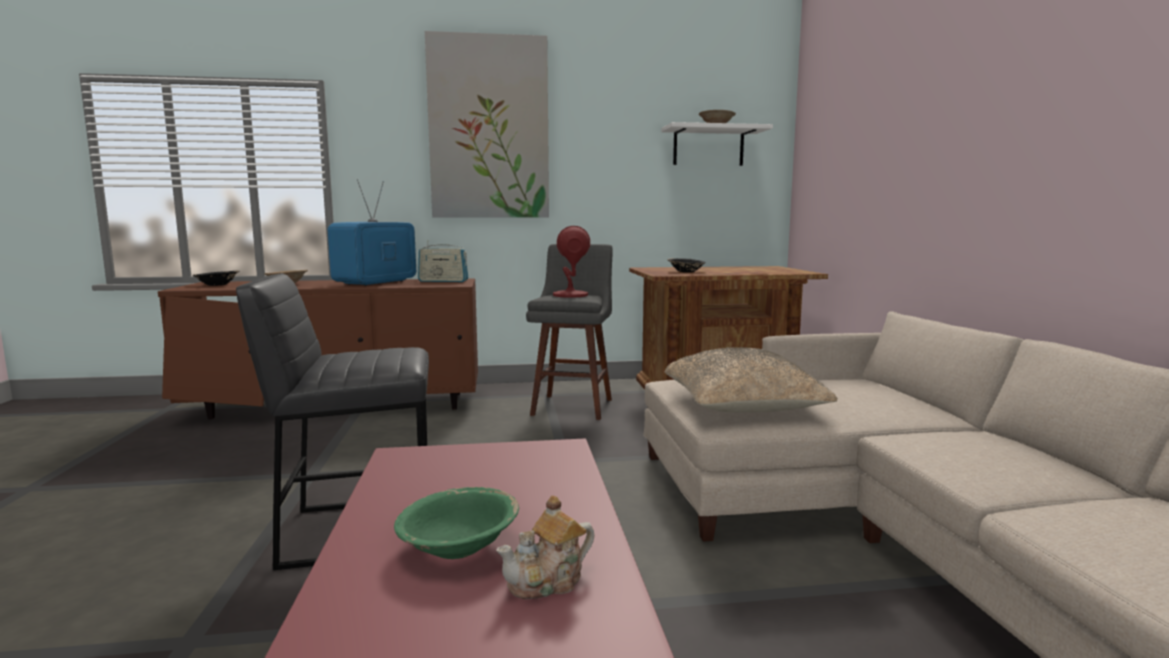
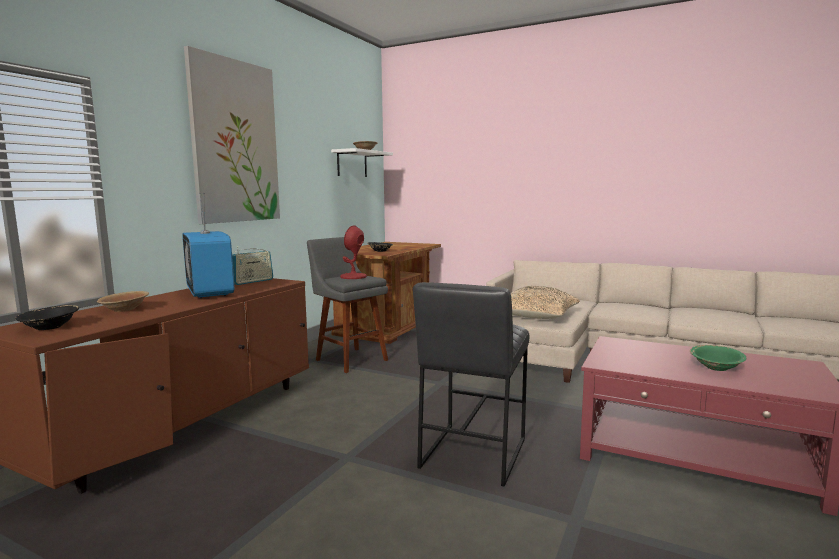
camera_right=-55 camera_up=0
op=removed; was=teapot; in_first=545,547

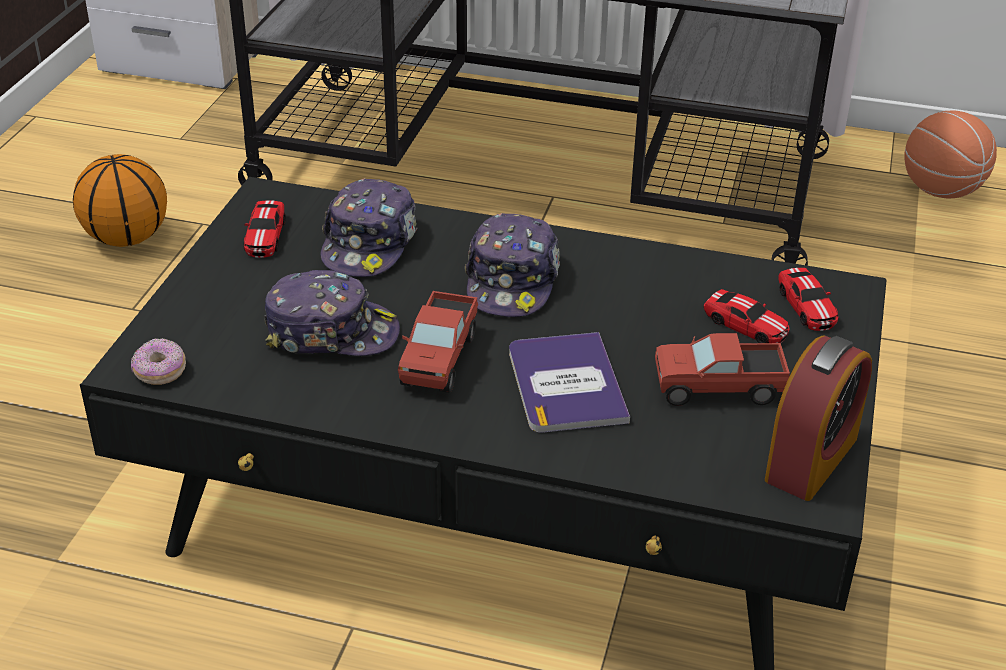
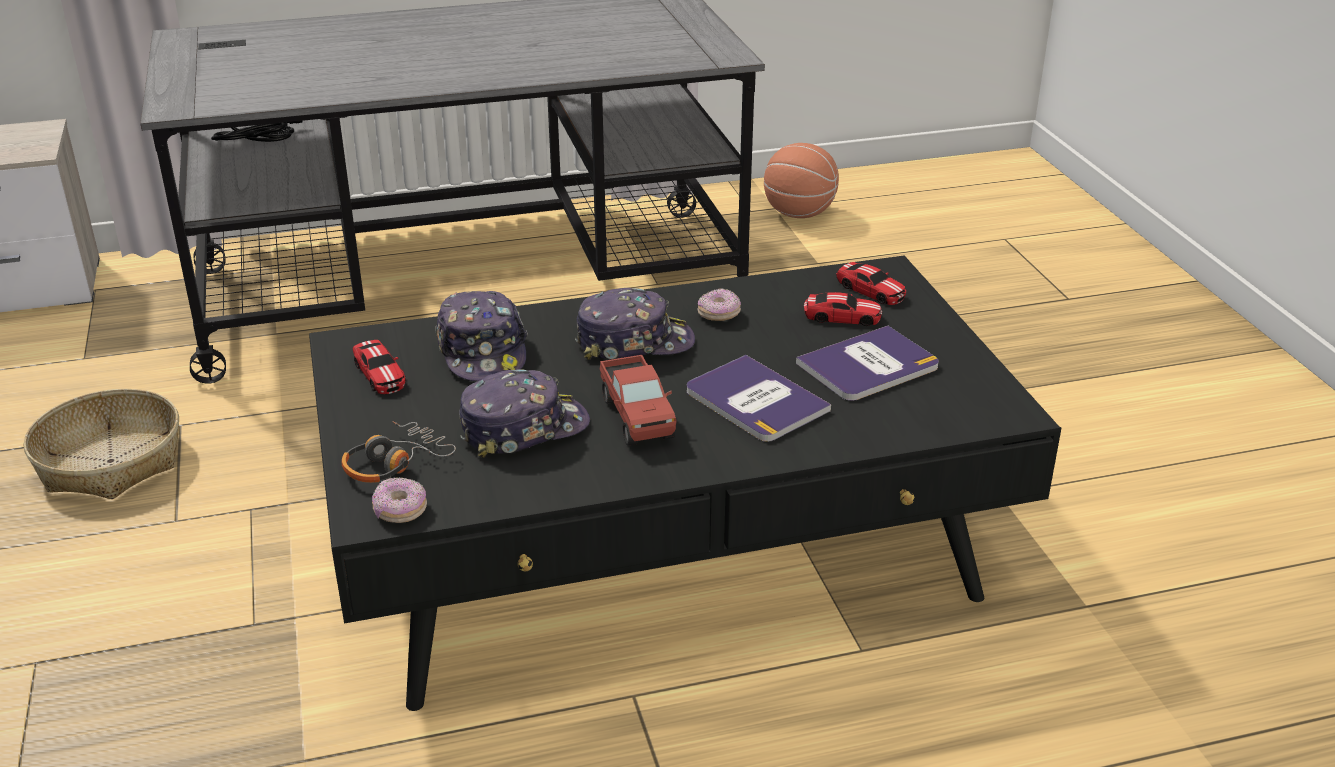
camera_right=-30 camera_up=-5
op=replaced; was=basketball; now=basket; in_first=120,200; in_second=101,444
op=added; now=headphones; in_second=399,452
op=turned; was=cap; in_first=512,265; in_second=635,324; clockwise=-75
op=added; now=donut; in_second=719,304
op=replaced; was=toy_truck; now=book; in_first=722,369; in_second=867,363
op=removed; was=alarm_clock; in_first=818,418

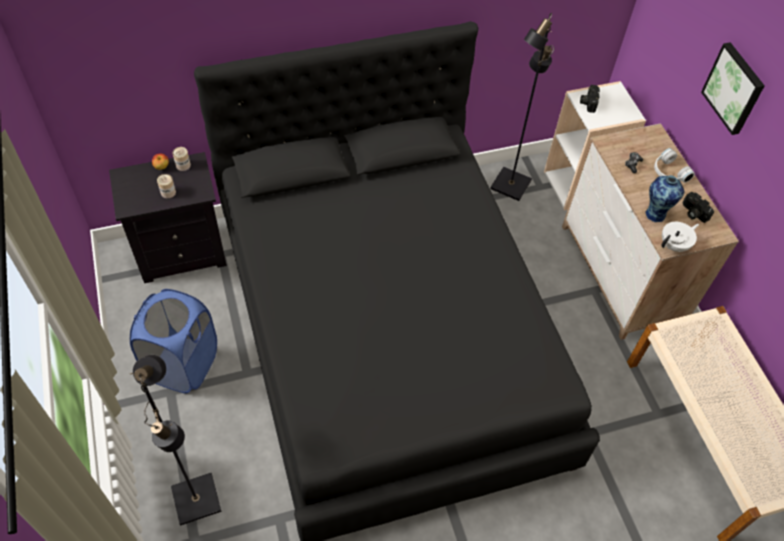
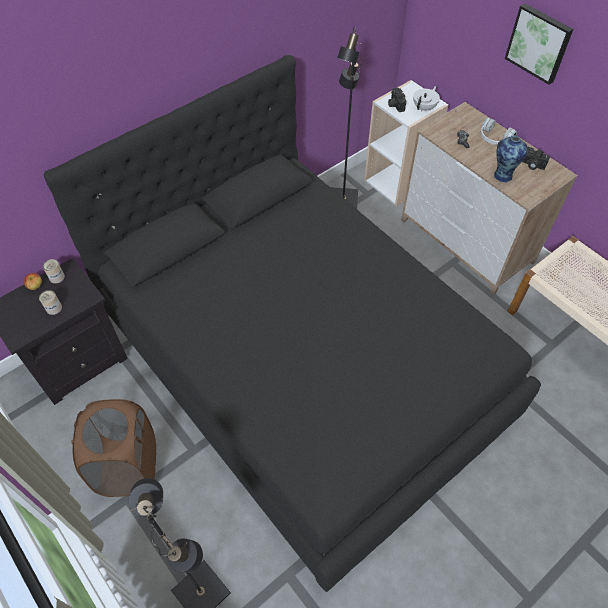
camera_right=-20 camera_up=0
op=recoloured; was=blue_laundry_basket; now=brown_laundry_basket; in_first=173,341; in_second=113,448
op=moved; was=white_teapot; in_first=680,237; in_second=426,99

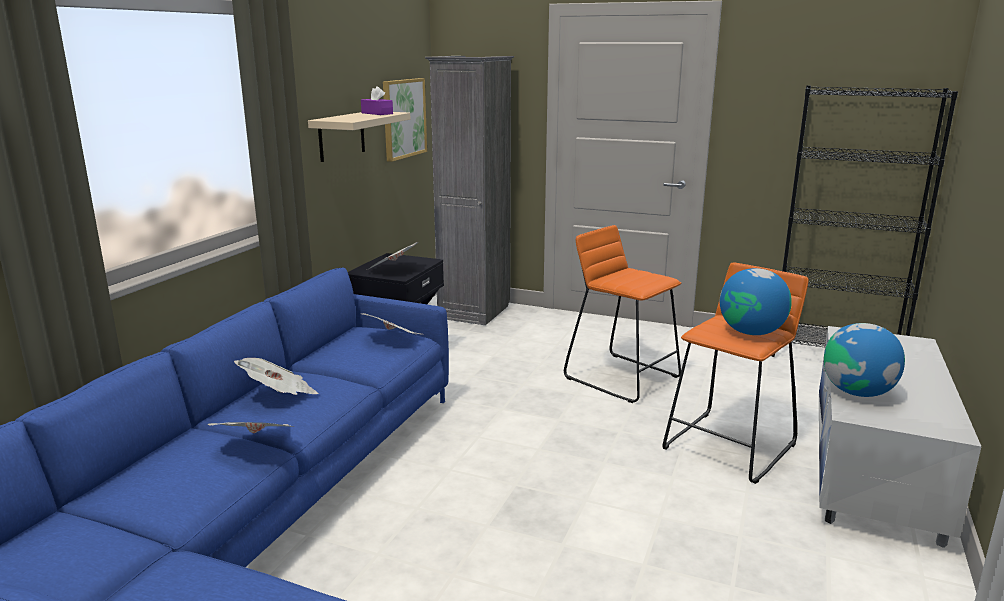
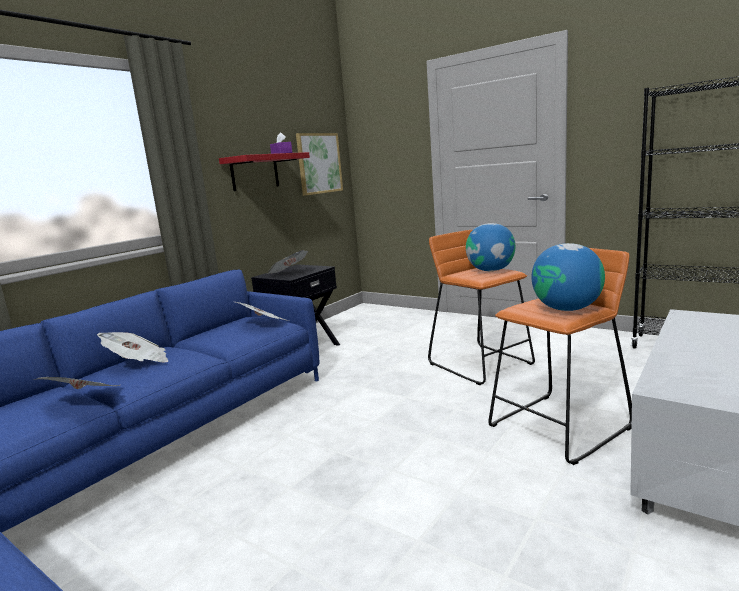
camera_right=15 camera_up=-5
op=recoloured; was=beige_shelf; now=red_shelf; in_first=359,137; in_second=264,171
op=moved; was=globe; in_first=864,360; in_second=490,247
op=removed; was=grey_cabinet; in_first=469,190

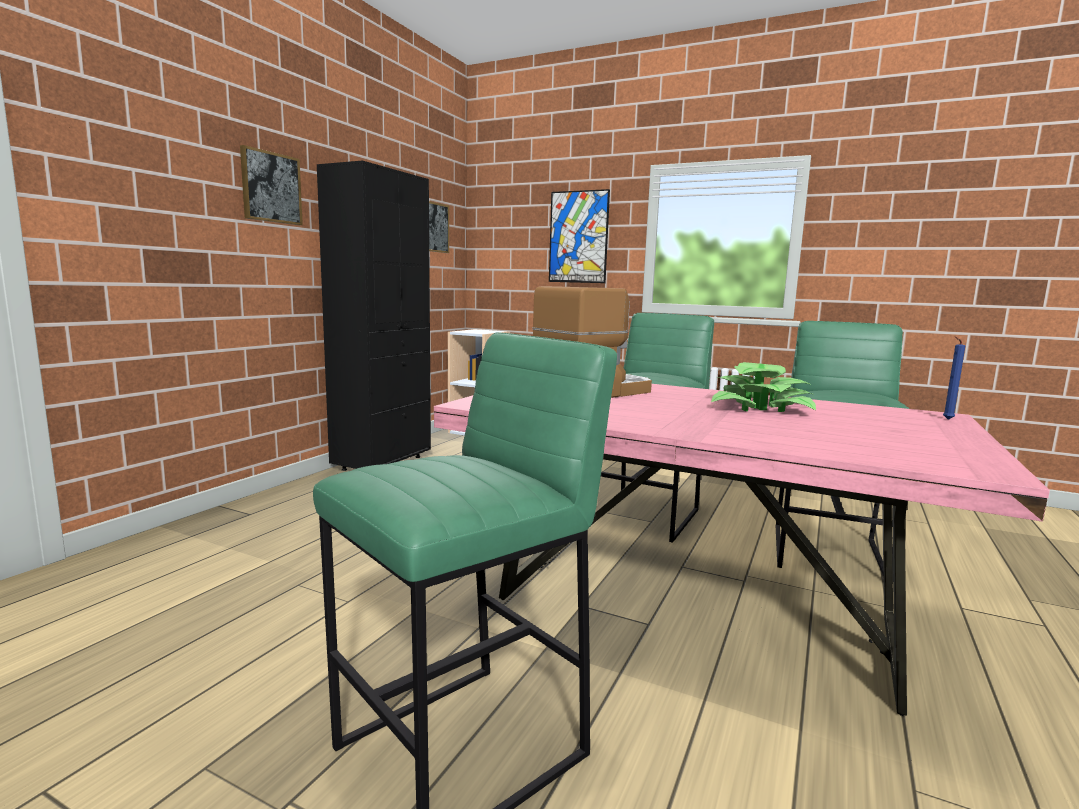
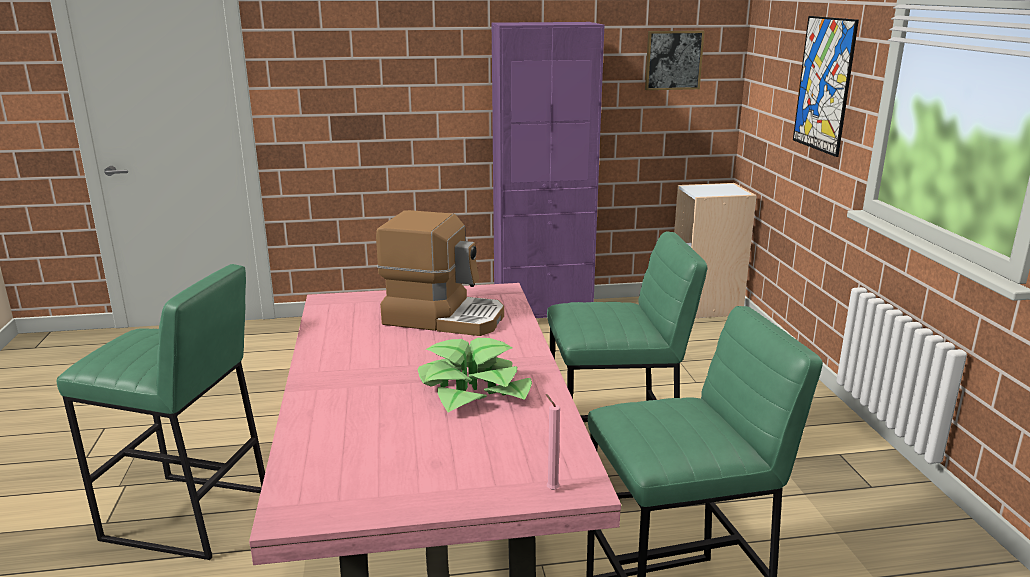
camera_right=55 camera_up=10
op=recoloured; was=black_cabinet; now=purple_cabinet; in_first=374,315; in_second=548,170
op=recoloured; was=blue_candle; now=pink_candle; in_first=954,378; in_second=553,442
op=removed; was=picture; in_first=271,185

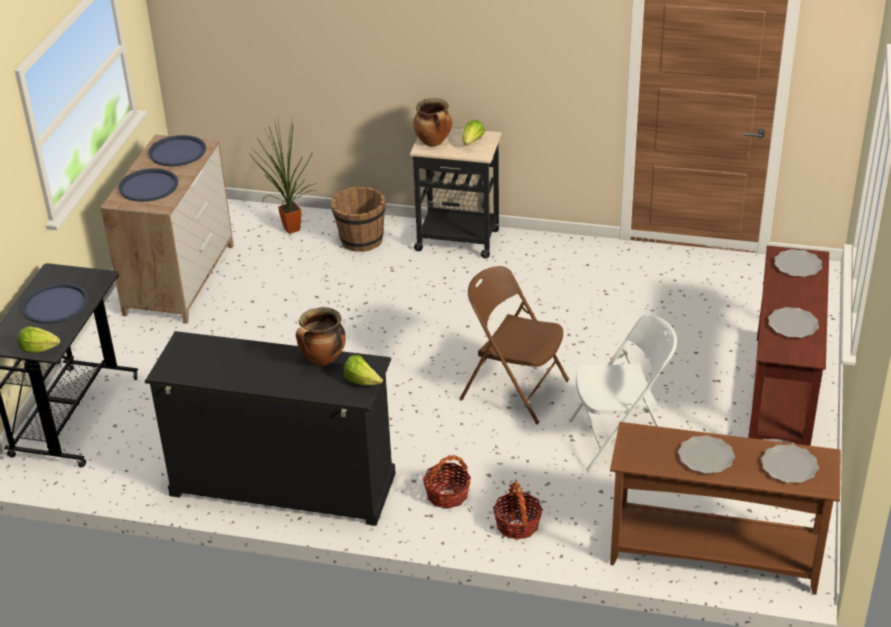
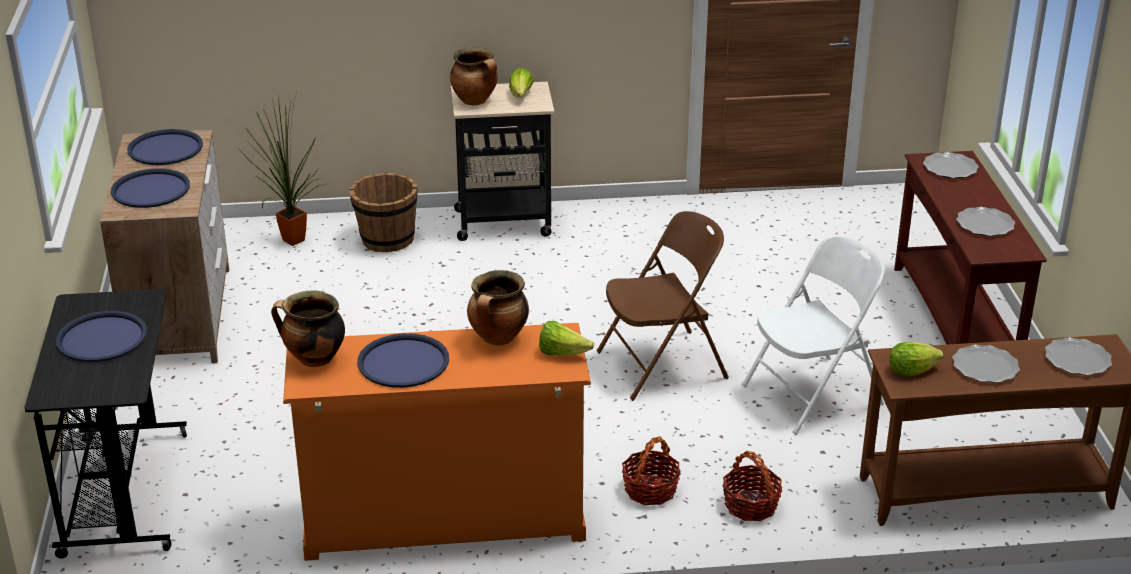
camera_right=-20 camera_up=-5
op=added; now=cooking_pot; in_second=308,329
op=recoloured; was=black_cabinet; now=orange_cabinet; in_first=270,428; in_second=437,442
op=added; now=blue_tray; in_second=403,360
op=turned; was=brown_chair; in_first=514,345; in_second=662,306; clockwise=150
op=moved; was=lettuce; in_first=39,339; in_second=916,359

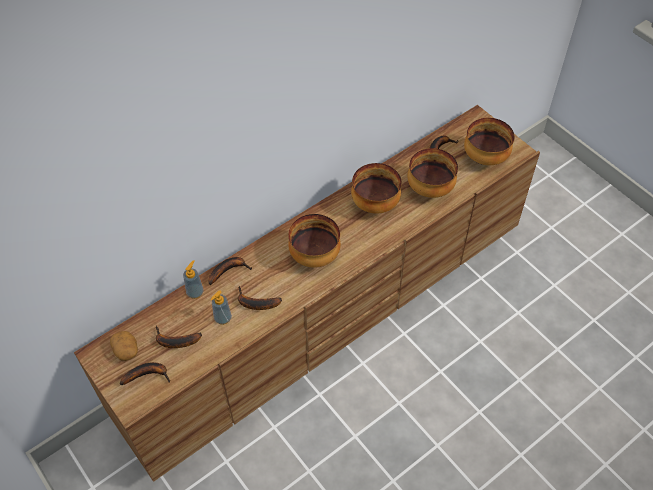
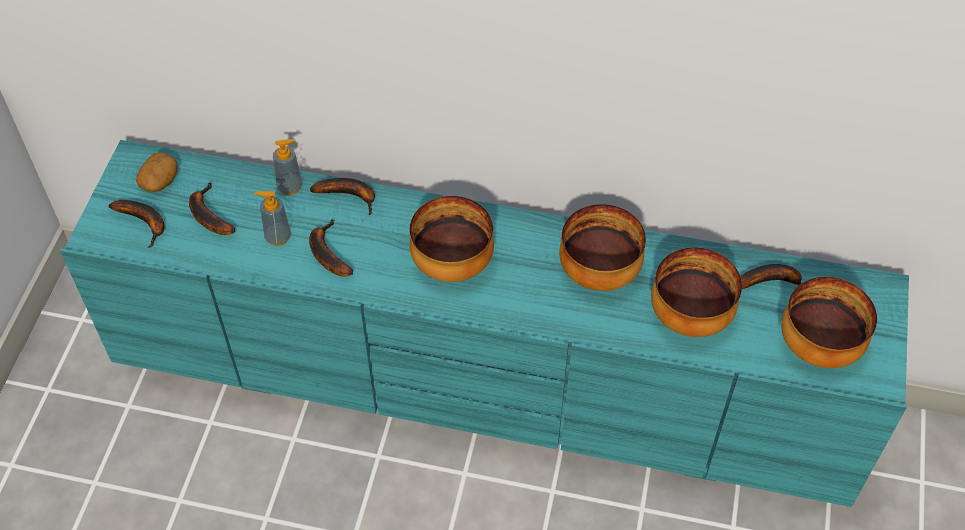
camera_right=50 camera_up=0
op=recoloured; was=brown_cabinet; now=turquoise_cabinet; in_first=307,293; in_second=484,323

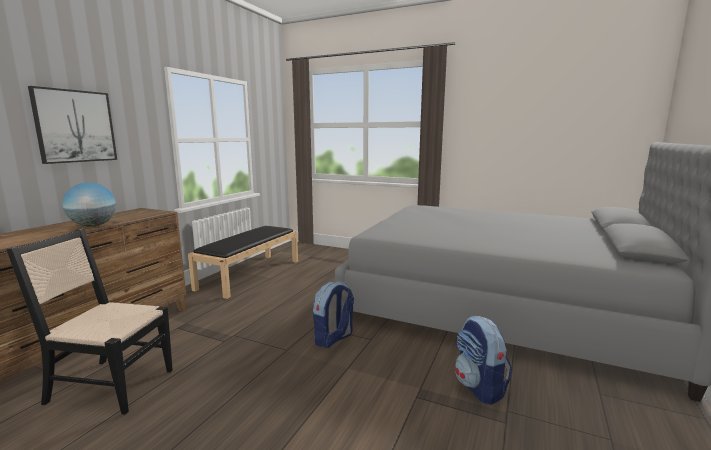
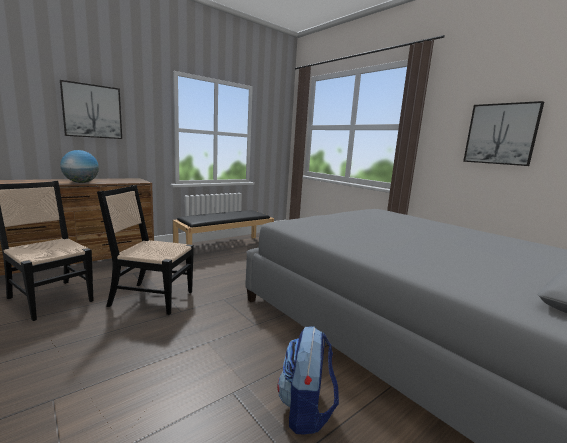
camera_right=25 camera_up=0
op=added; now=chair; in_second=145,250
op=added; now=picture; in_second=503,133
op=removed; was=backpack; in_first=333,314

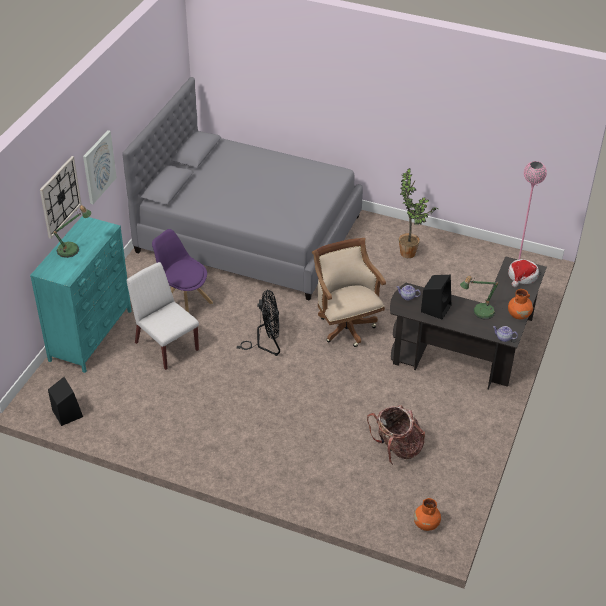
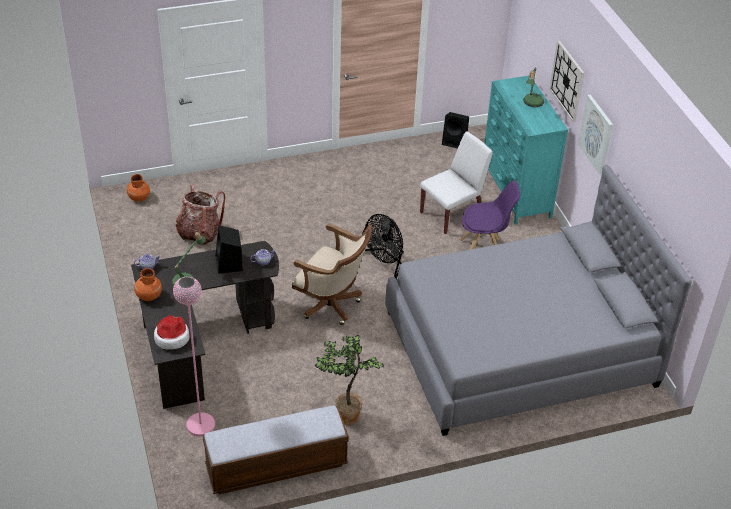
camera_right=140 camera_up=0
op=added; now=bench; in_second=276,450
op=turned; was=white_chair; in_first=162,316; in_second=456,182; clockwise=-45

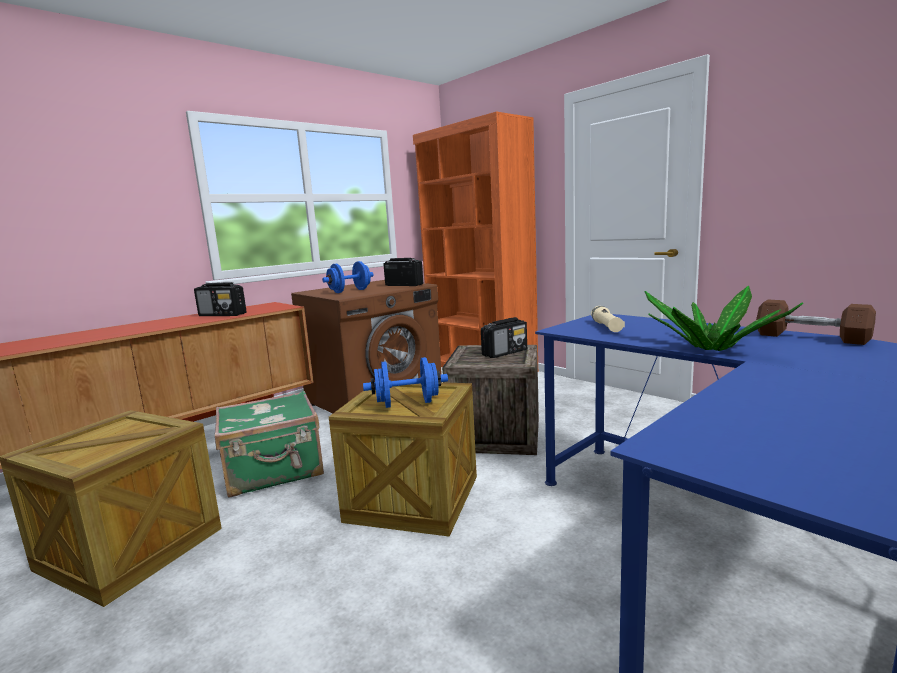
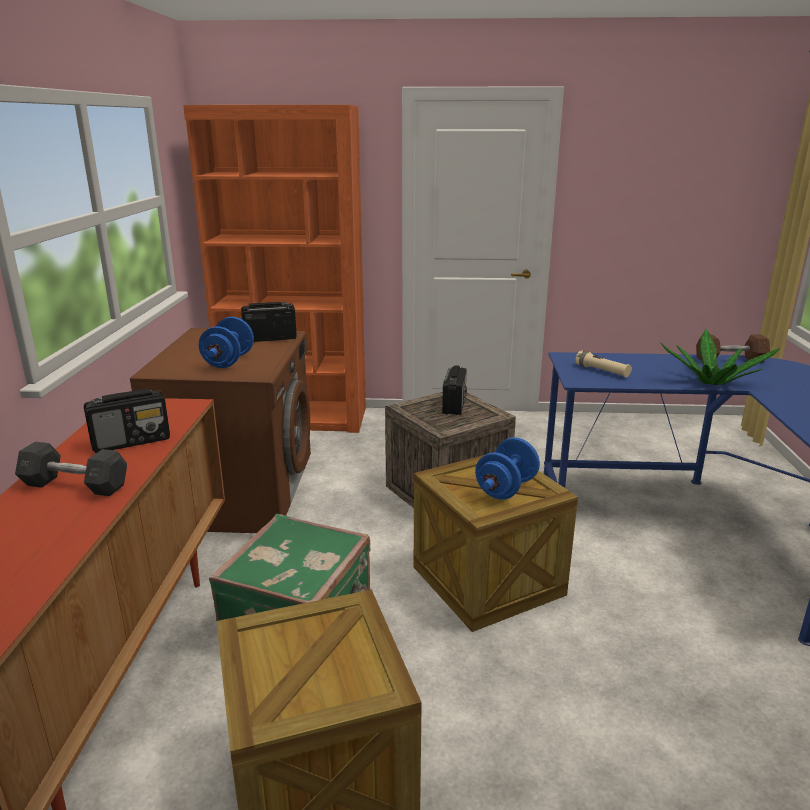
camera_right=-45 camera_up=10
op=added; now=grey_dumbbell; in_second=71,469

